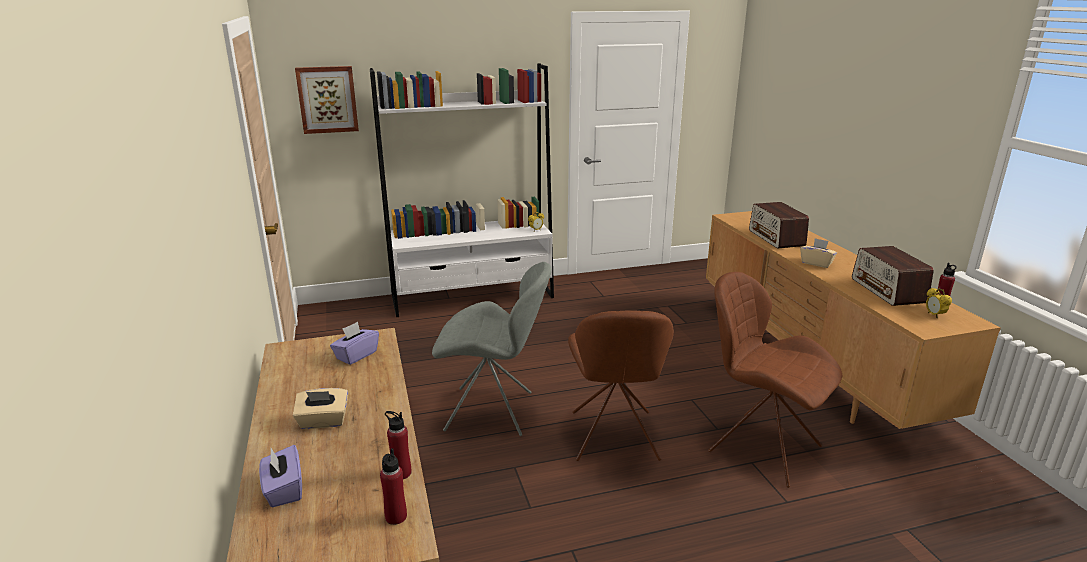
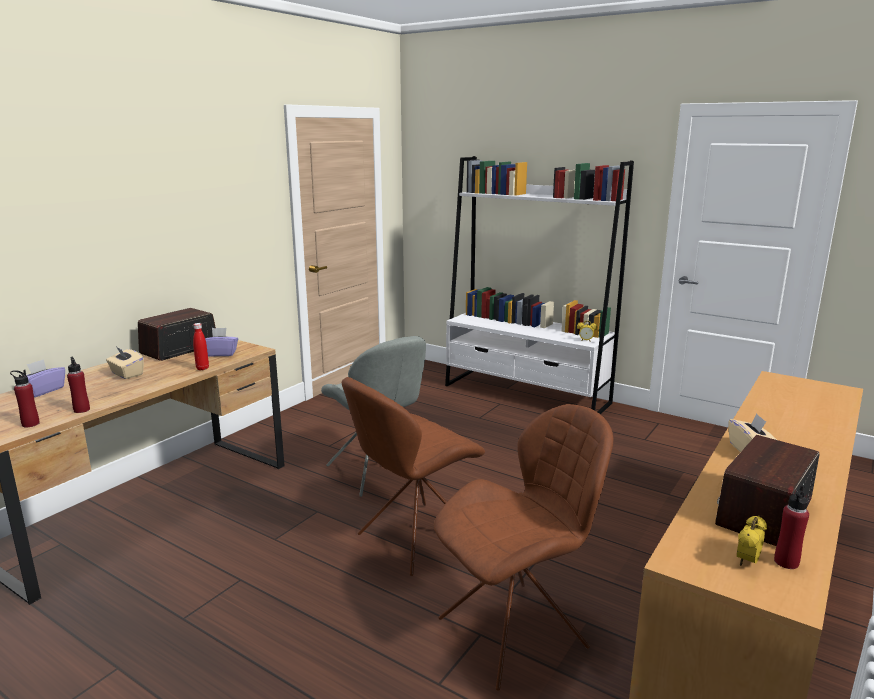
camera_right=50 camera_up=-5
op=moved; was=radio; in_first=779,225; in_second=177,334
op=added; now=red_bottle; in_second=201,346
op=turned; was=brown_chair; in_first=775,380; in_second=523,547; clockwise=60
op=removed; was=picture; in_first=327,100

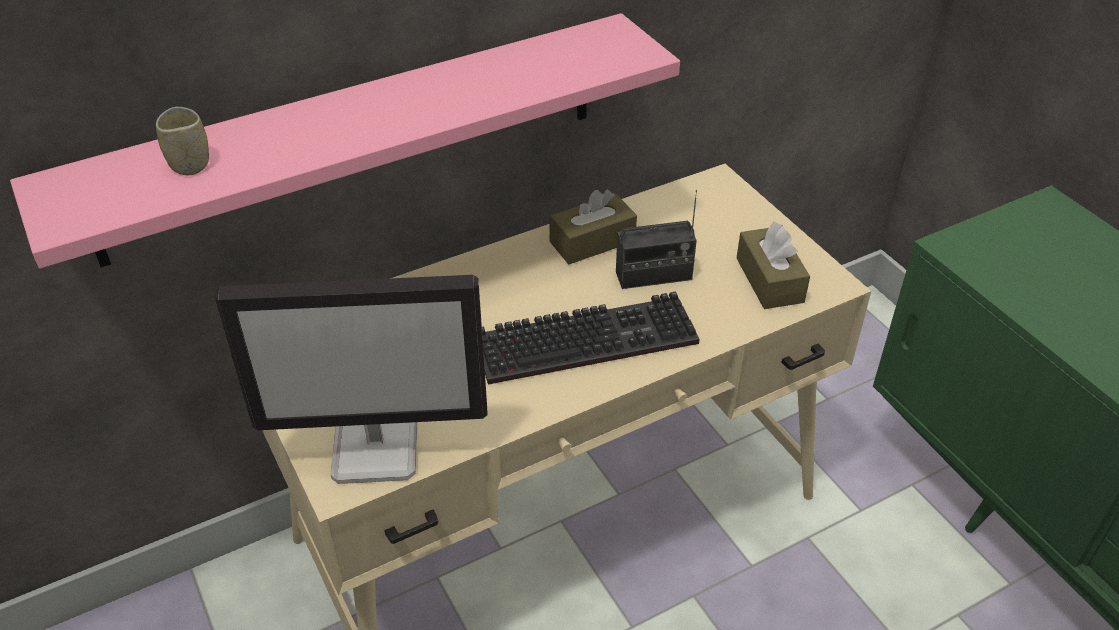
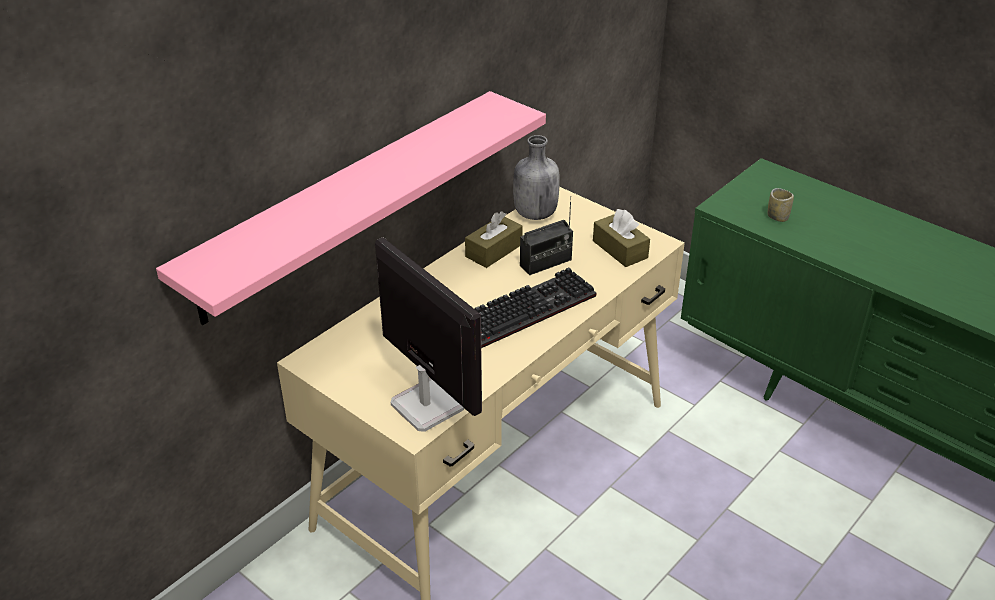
camera_right=-20 camera_up=-5
op=turned; was=monitor; in_first=350,379; in_second=428,334; clockwise=-105
op=added; now=grey_bottle; in_second=536,177
op=moved; was=cup; in_first=182,141; in_second=781,205

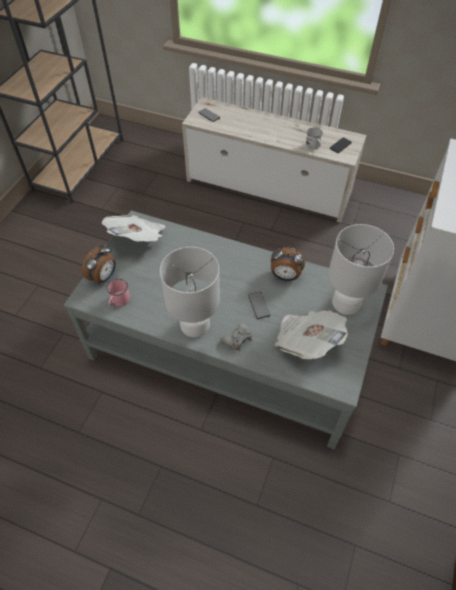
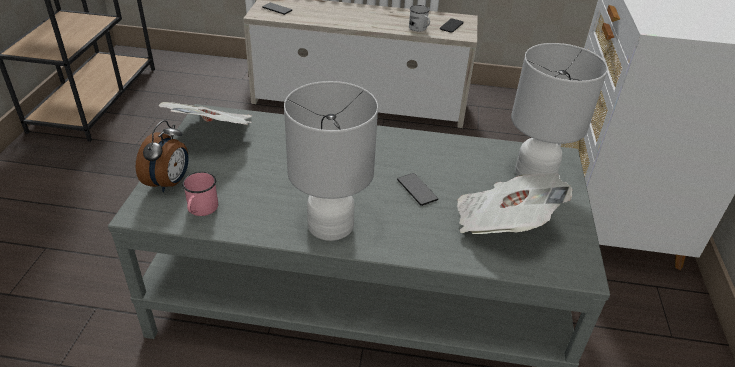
camera_right=-15 camera_up=-15
op=removed; was=grey_game_controller; in_first=236,336
op=removed; was=alarm_clock; in_first=288,264

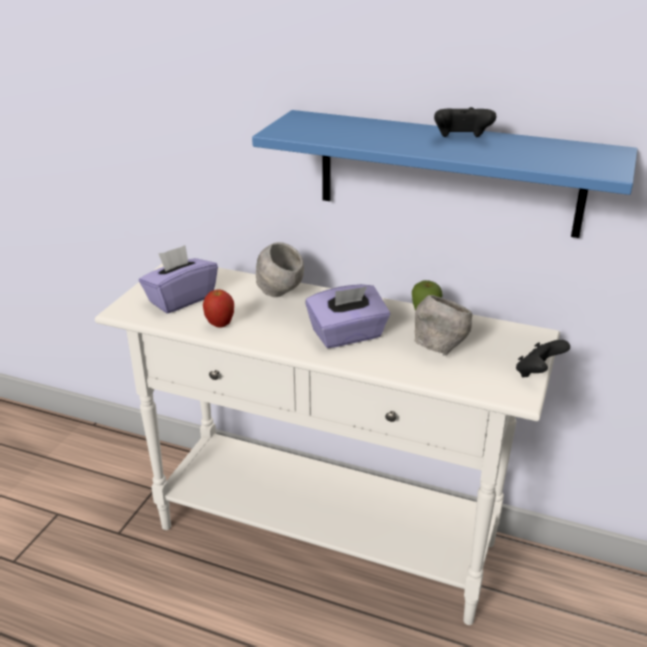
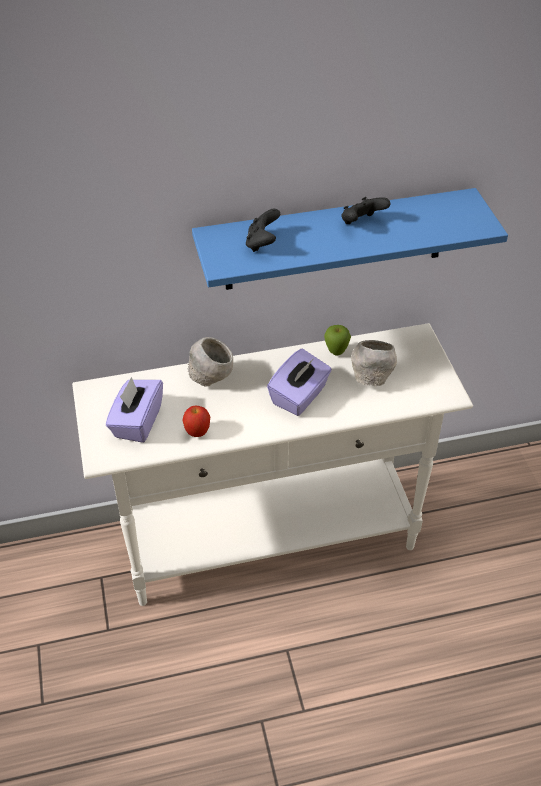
camera_right=-35 camera_up=15
op=moved; was=black_game_controller; in_first=543,358; in_second=263,230

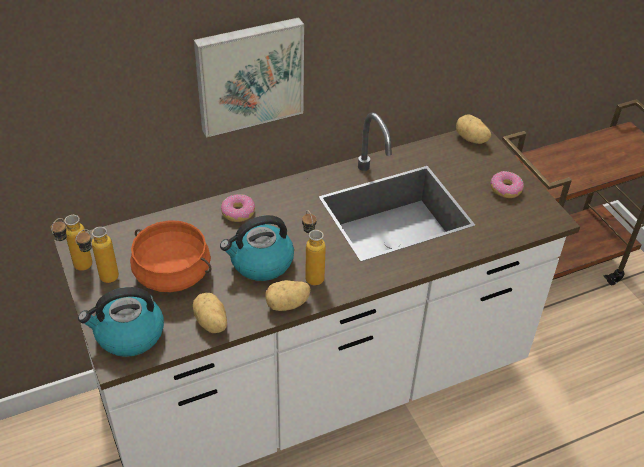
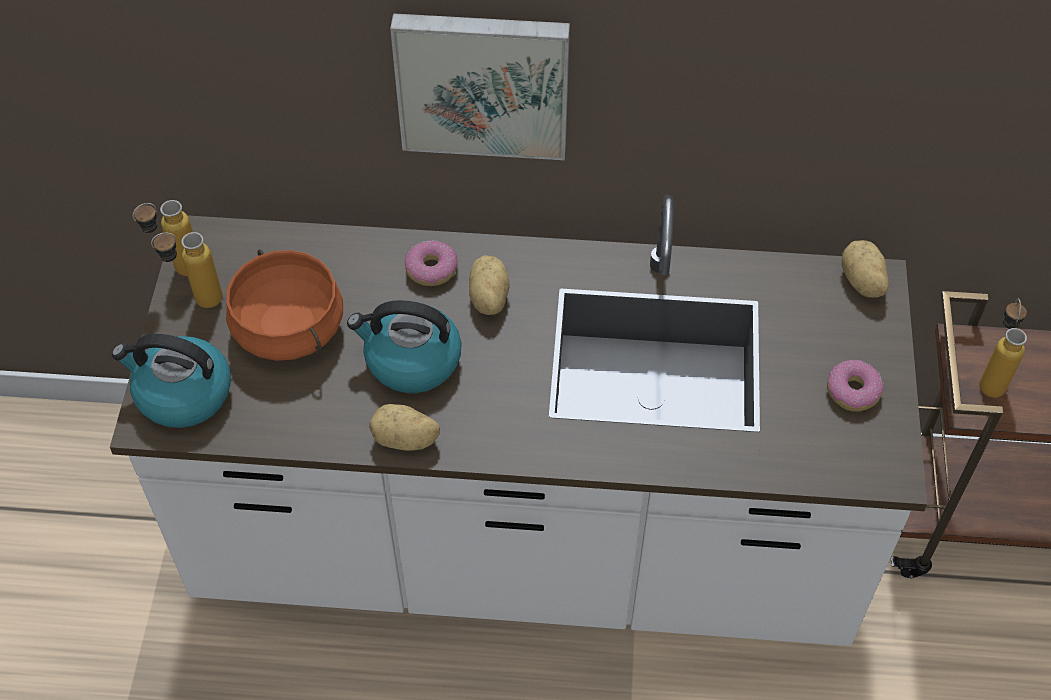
camera_right=30 camera_up=10
op=moved; was=potato; in_first=210,313; in_second=489,285
op=moved; was=bottle; in_first=314,248; in_second=1003,348

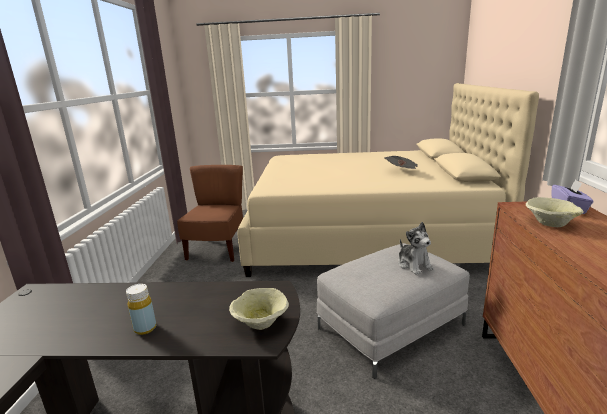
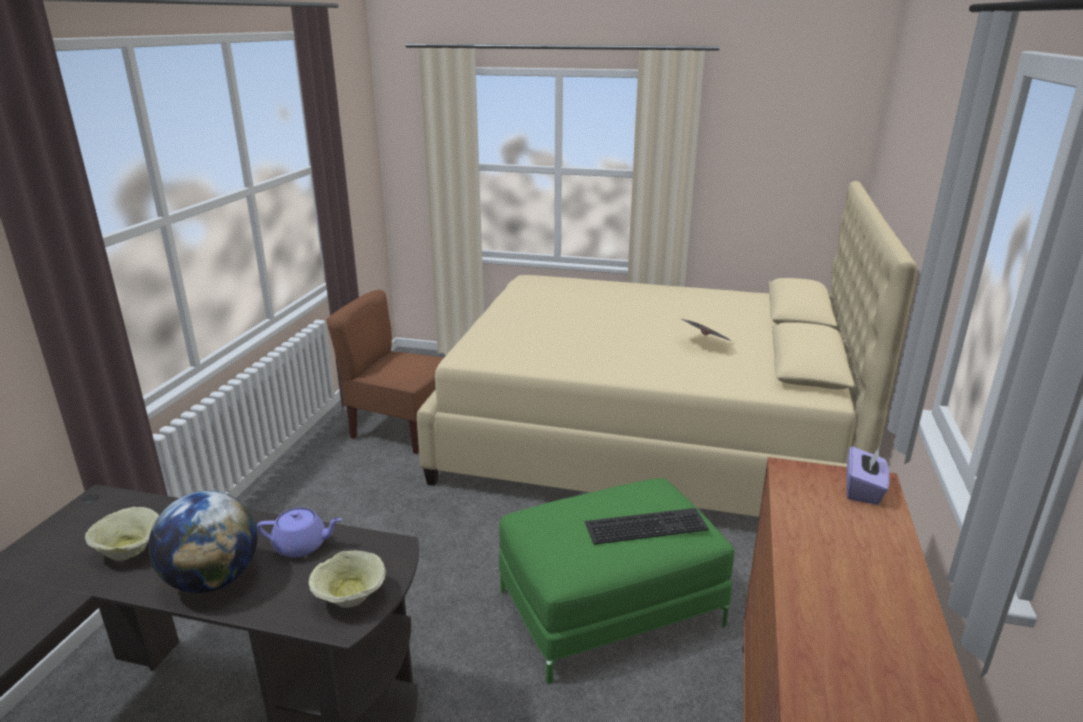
camera_right=10 camera_up=5
op=moved; was=beige_bowl; in_first=555,212; in_second=122,534
op=replaced; was=yellow_bottle; now=globe; in_first=141,309; in_second=203,542
op=added; now=purple_teapot; in_second=299,532
op=turned; was=brown_chair; in_first=210,213; in_second=385,372; clockwise=-90
op=recoloured; was=grey_ottoman; now=green_ottoman; in_first=393,311; in_second=617,581
op=replaced; was=plush_toy; now=keyboard; in_first=416,248; in_second=647,526

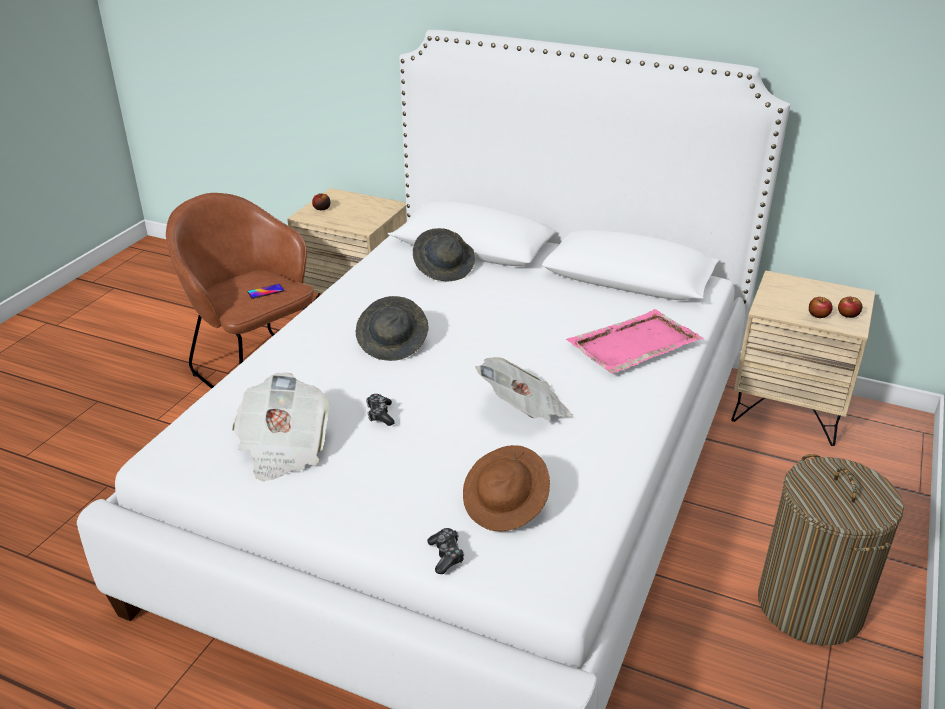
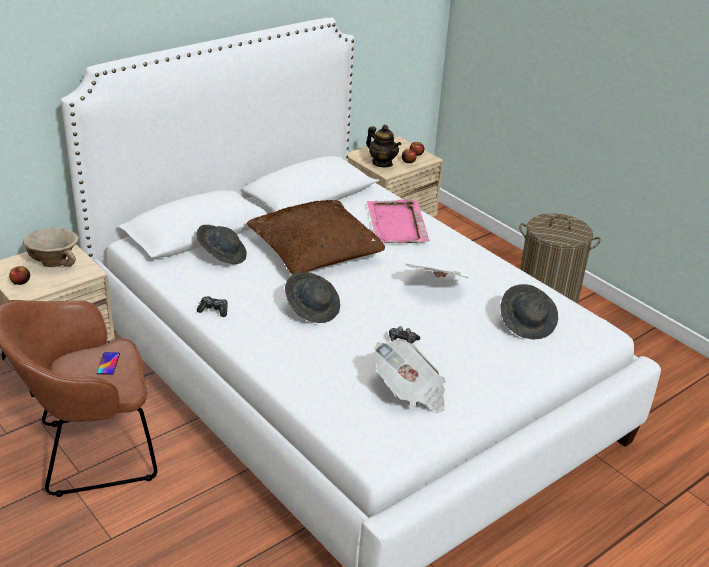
camera_right=-65 camera_up=0
op=added; now=beige_bowl; in_second=50,247
op=moved; was=game_controller; in_first=445,551; in_second=212,306
op=added; now=brown_pillow; in_second=316,237
op=added; now=teapot; in_second=383,146
op=recoloured; was=brown_hat; now=grey_hat; in_first=506,488; in_second=529,311

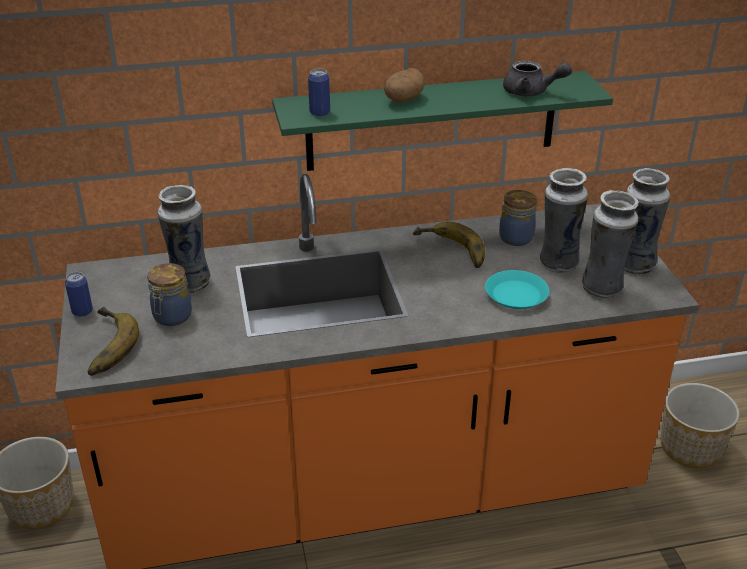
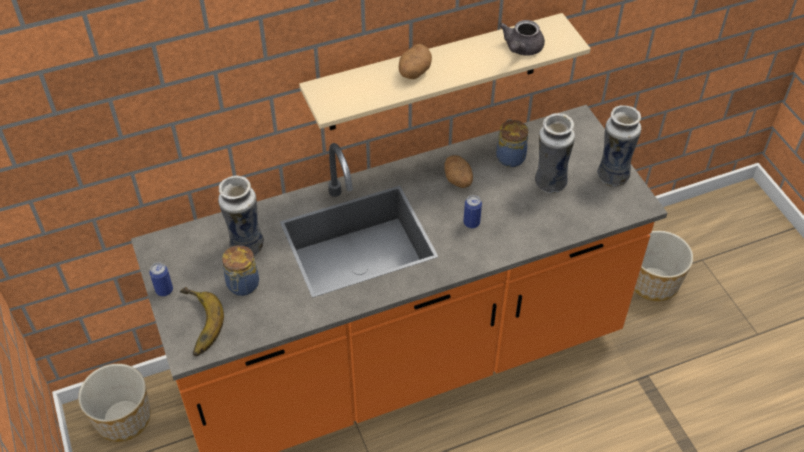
camera_right=-10 camera_up=15
op=recoloured; was=green_shelf; now=beige_shelf; in_first=442,121; in_second=445,71
op=replaced; was=banana; now=potato; in_first=449,245; in_second=459,171
op=moved; was=can; in_first=319,93; in_second=472,211
op=turned; was=grey_teapot; in_first=537,78; in_second=522,38; clockwise=105
op=removed; was=turquoise_plate; in_first=517,289
op=removed; was=vase; in_first=610,244

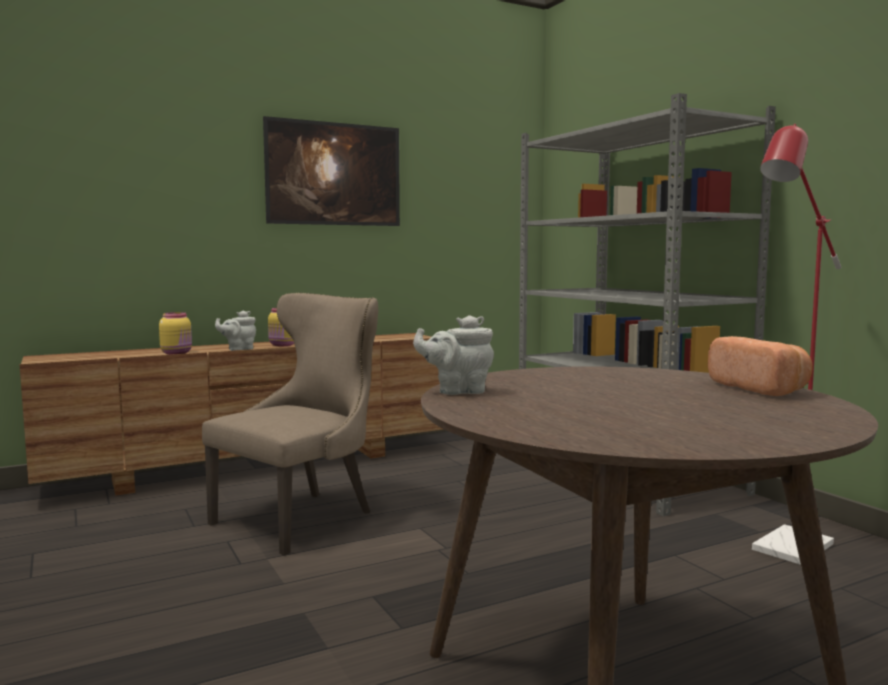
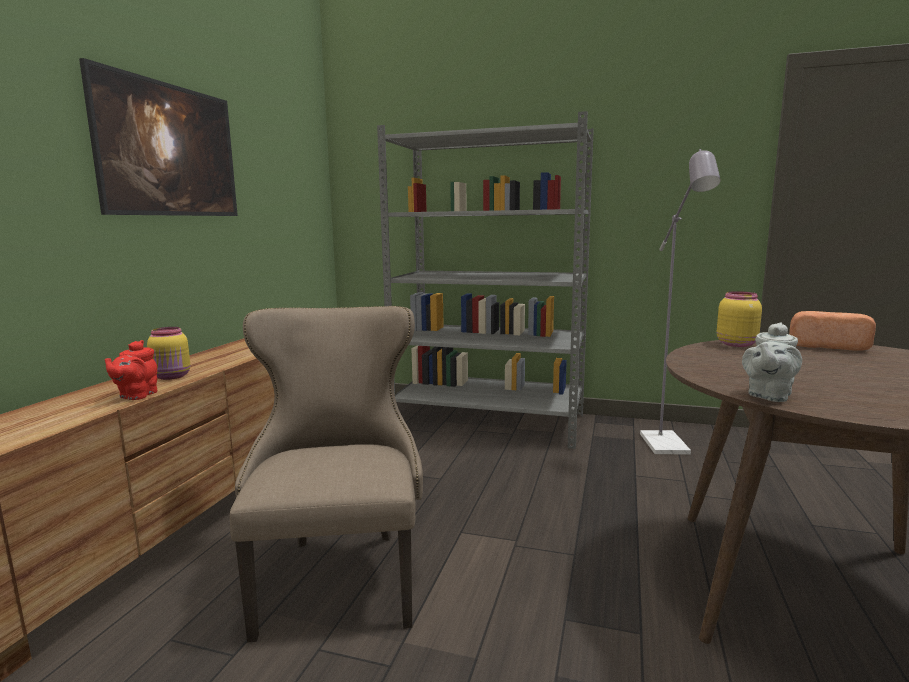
camera_right=-45 camera_up=5
op=recoloured; was=grey_teapot; now=red_teapot; in_first=235,331; in_second=131,370
op=recoloured; was=red_floor_lamp; now=grey_floor_lamp; in_first=796,344; in_second=680,301
op=moved; was=yellow_jar; in_first=175,333; in_second=739,319

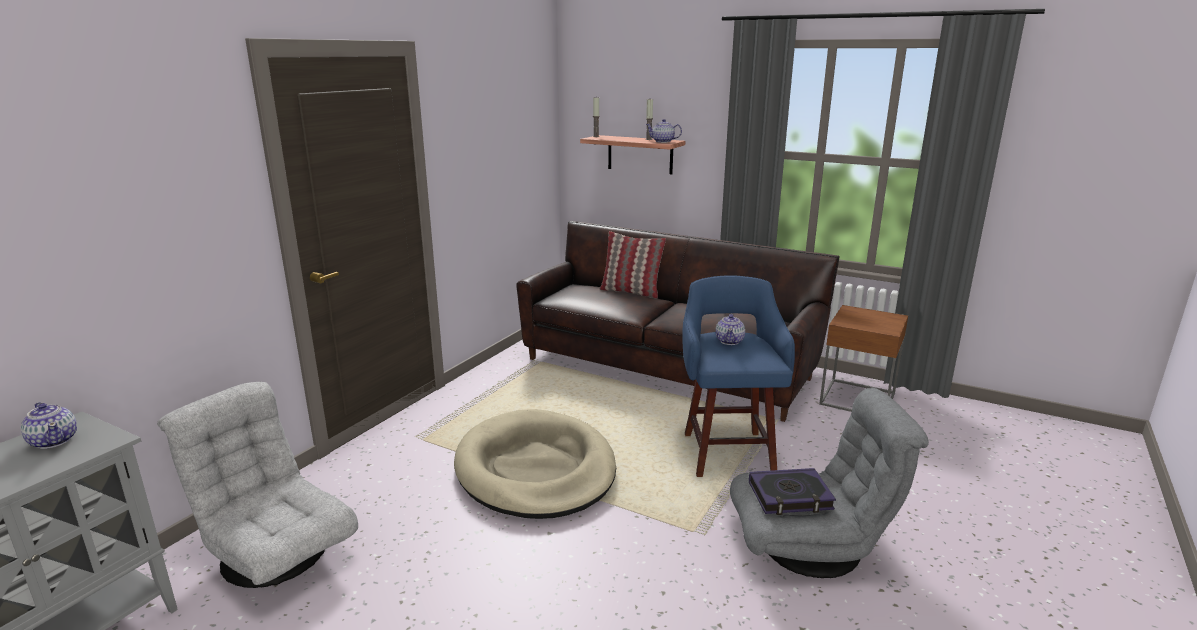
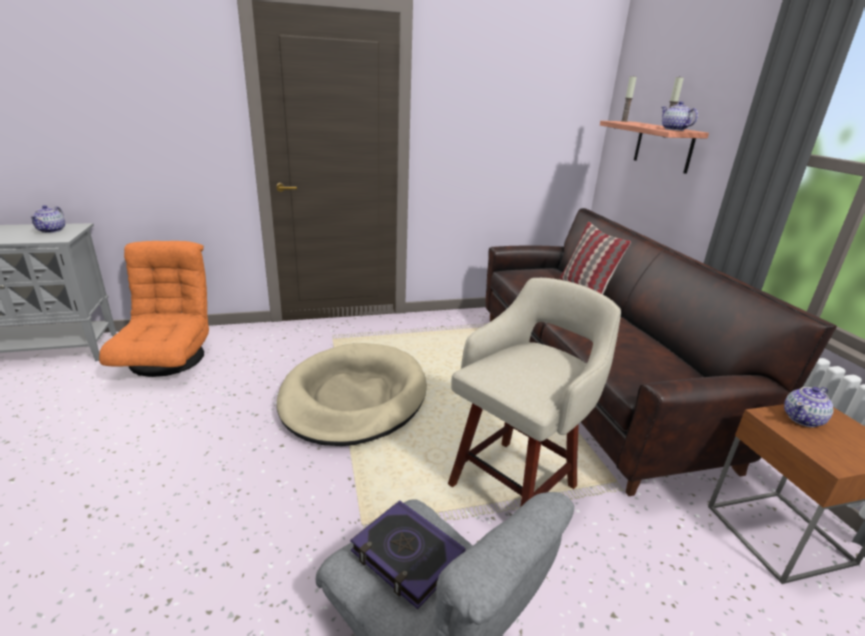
camera_right=45 camera_up=5
op=recoloured; was=grey_armchair; now=orange_armchair; in_first=257,485; in_second=154,309
op=recoloured; was=blue_stool; now=beige_stool; in_first=738,376; in_second=534,392
op=moved; was=teapot; in_first=730,329; in_second=808,407

